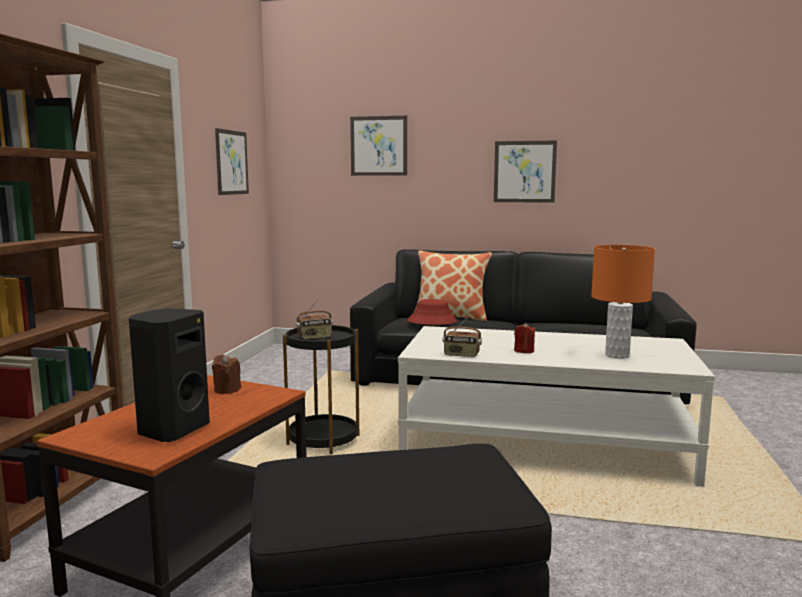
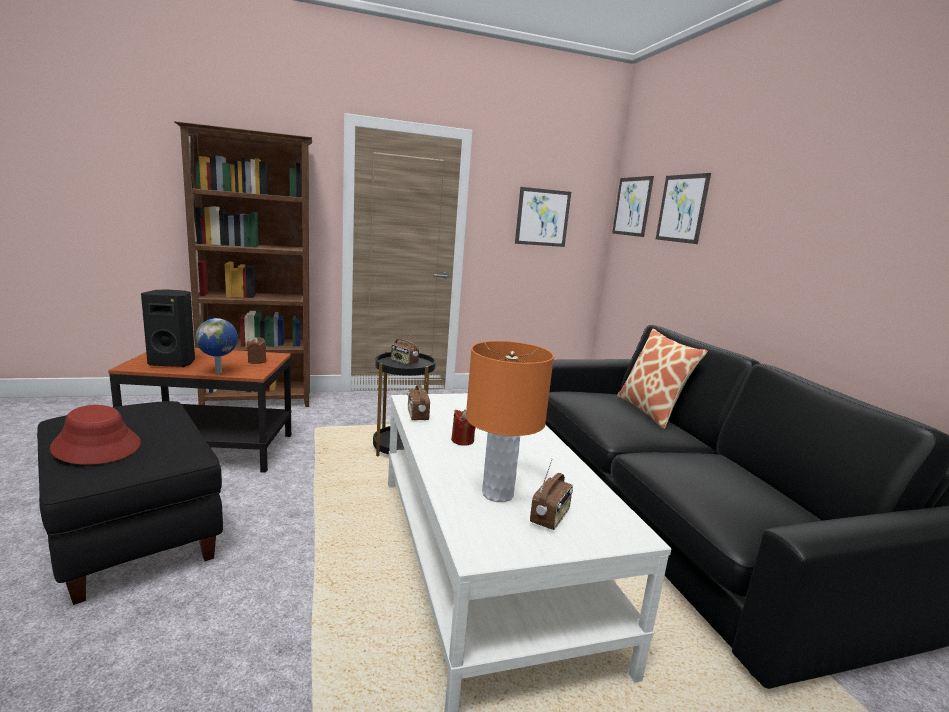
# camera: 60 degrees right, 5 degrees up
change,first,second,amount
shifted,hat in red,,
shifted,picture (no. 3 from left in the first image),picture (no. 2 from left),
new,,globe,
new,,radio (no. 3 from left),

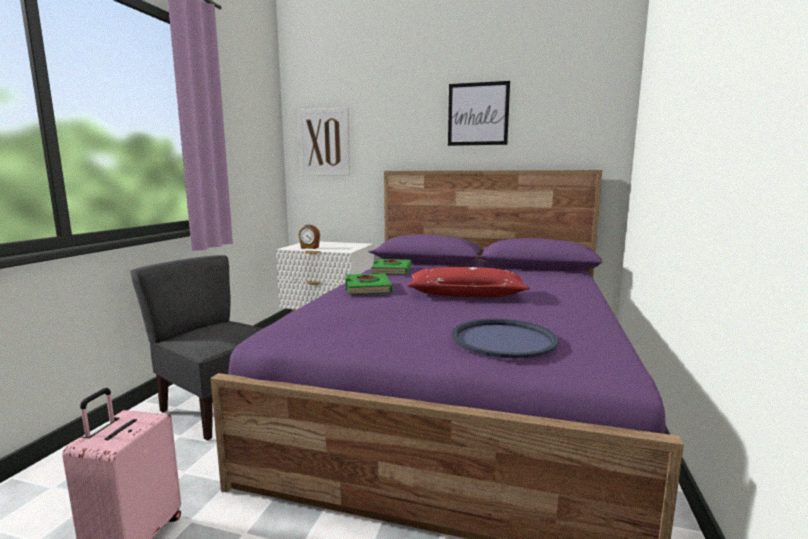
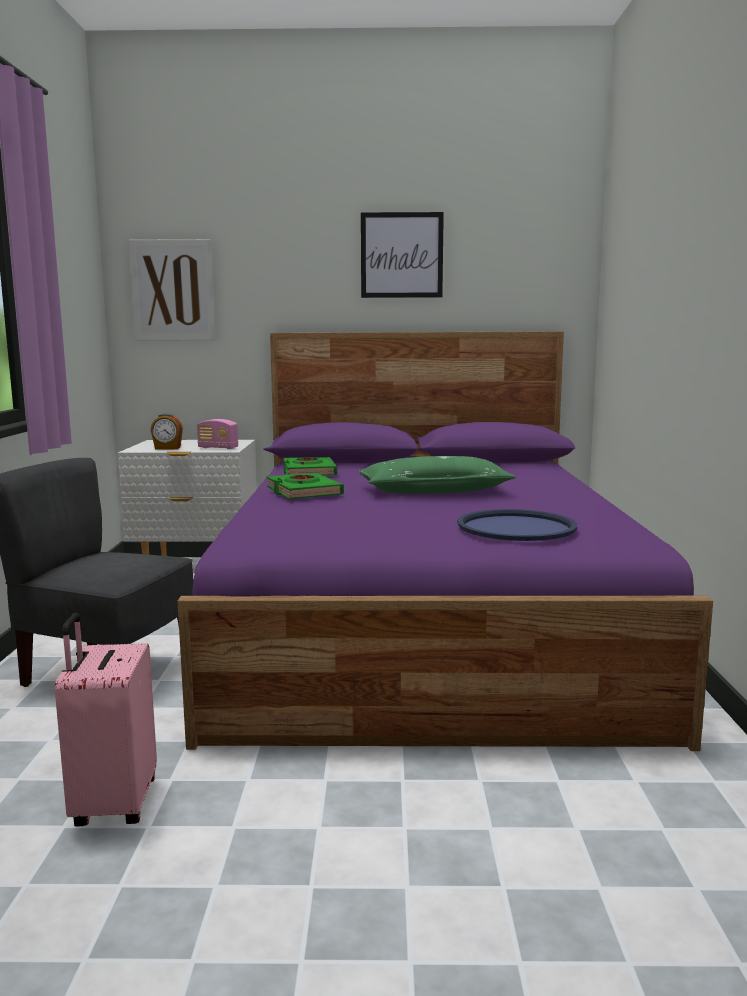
# camera: 15 degrees left, 0 degrees up
change,first,second,amount
repainted,pillow in red,pillow in green,
new,,radio,

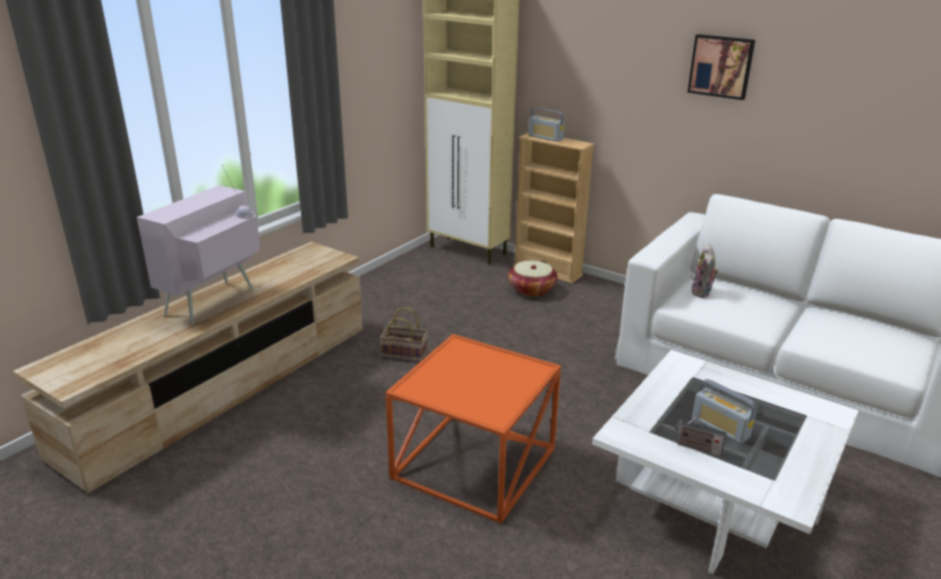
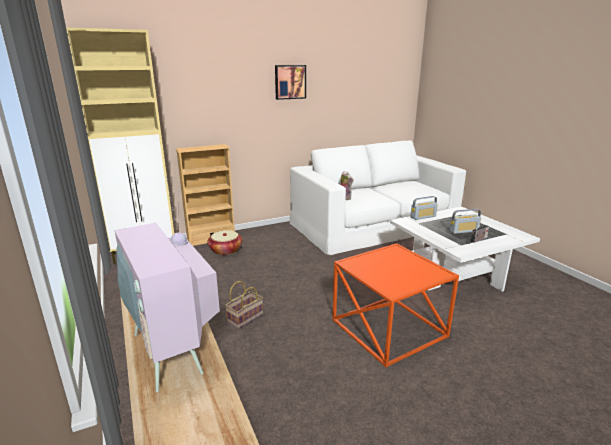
# camera: 60 degrees left, 5 degrees down
change,first,second,amount
shifted,radio (no. 1 from left),,

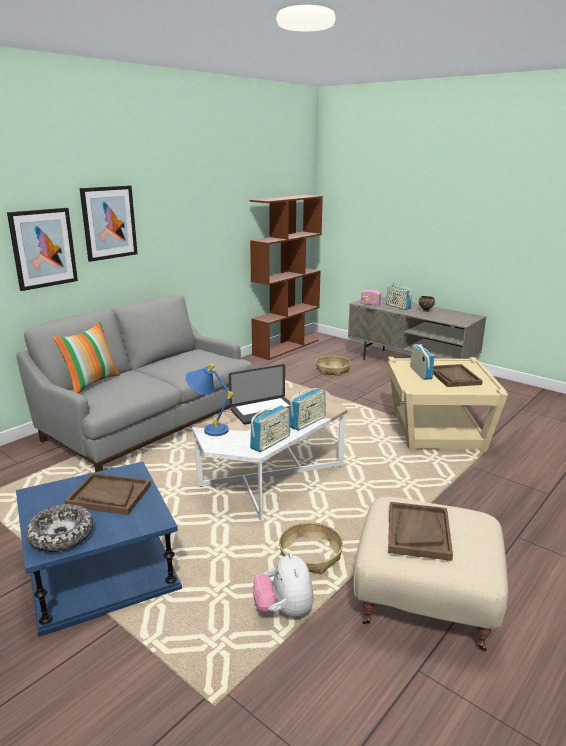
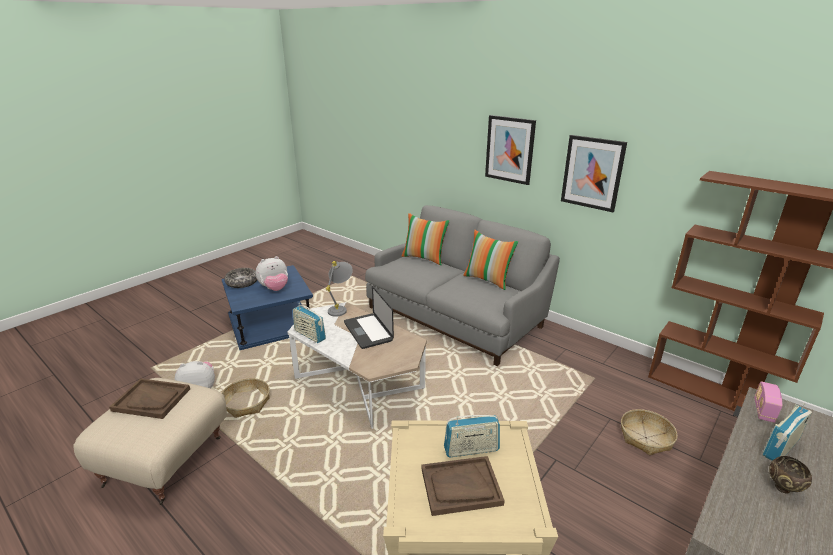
# camera: 90 degrees right, 5 degrees up
change,first,second,amount
shifted,picture (no. 1 from left in the first image),picture (no. 2 from left),
swapped,tray in brown (no. 1 from left),plush toy (no. 2 from left),
repainted,table lamp in blue,table lamp in grey,
gone,radio (no. 2 from left),,
new,,pillow (no. 2 from left),

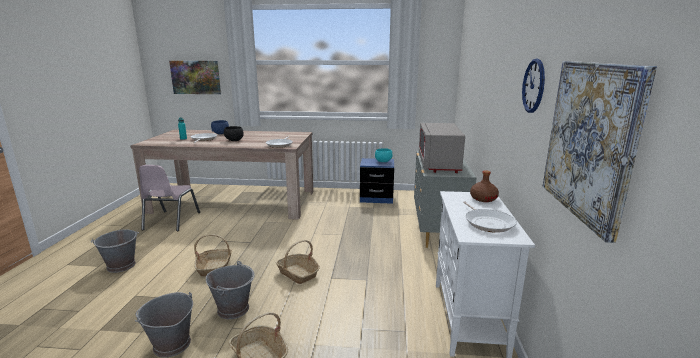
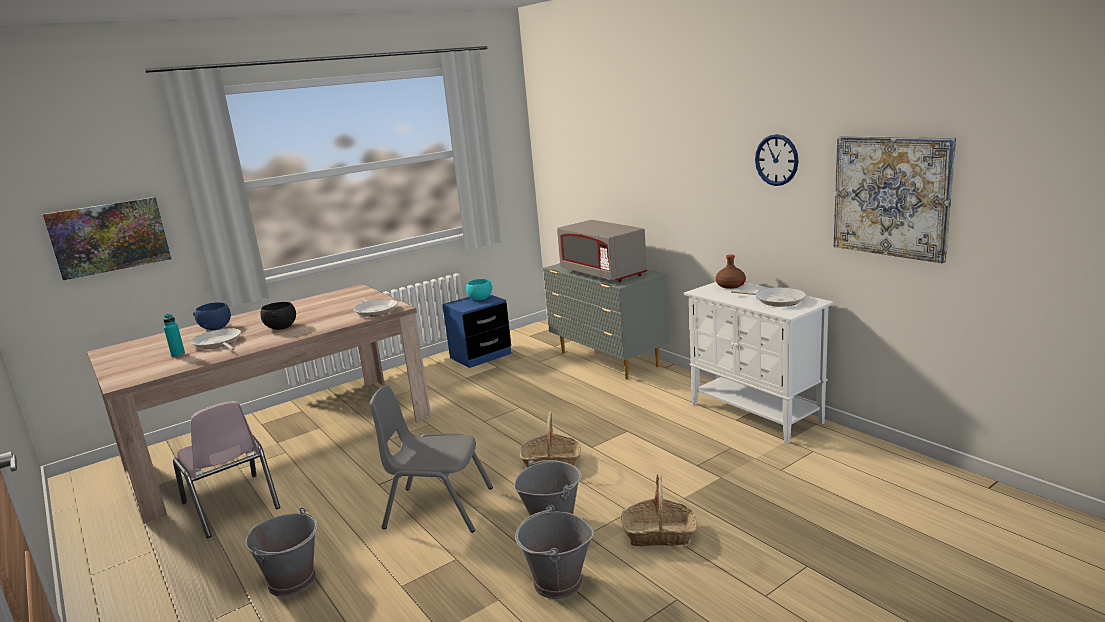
# camera: 40 degrees left, 0 degrees up
change,first,second,amount
swapped,basket (no. 1 from left),chair in grey,

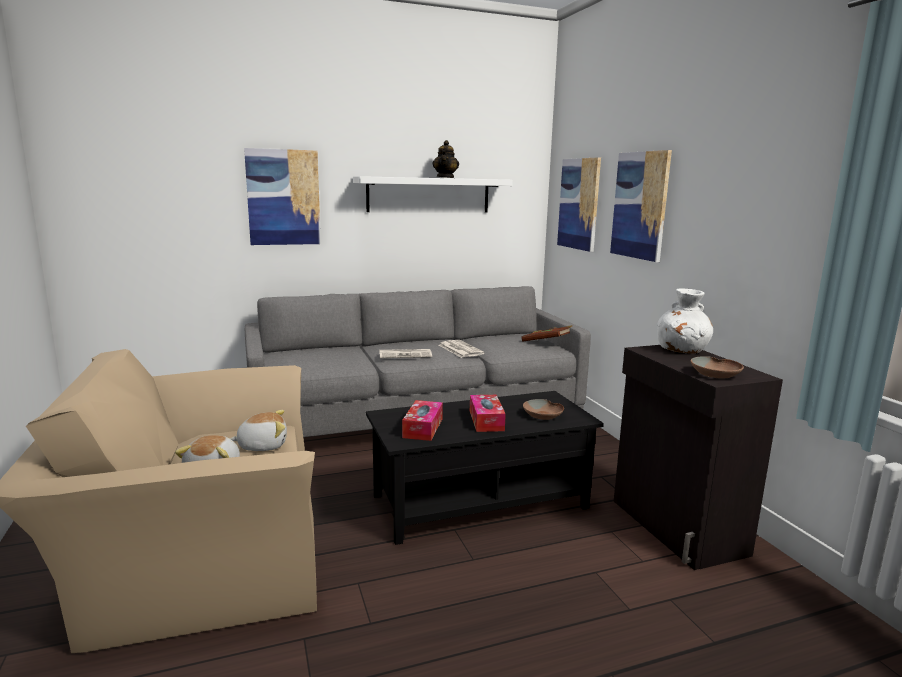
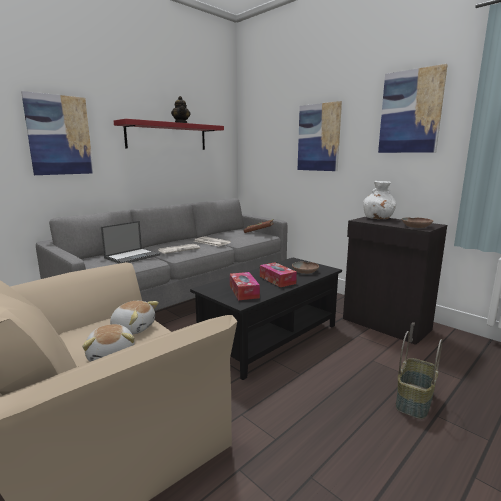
# camera: 25 degrees left, 0 degrees up
change,first,second,amount
rotated,plush toy (no. 2 from left),,60 degrees clockwise
repainted,shelf in white,shelf in red,
shifted,picture (no. 2 from left in the first image),picture (no. 3 from left),
new,,laptop,
new,,basket,

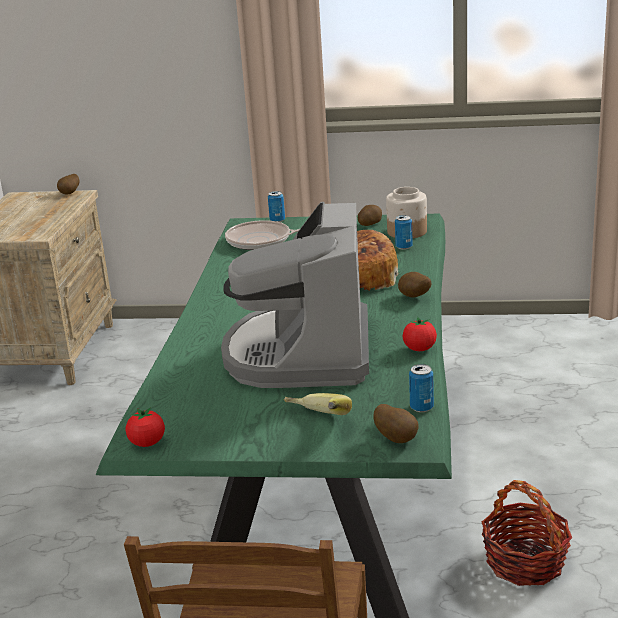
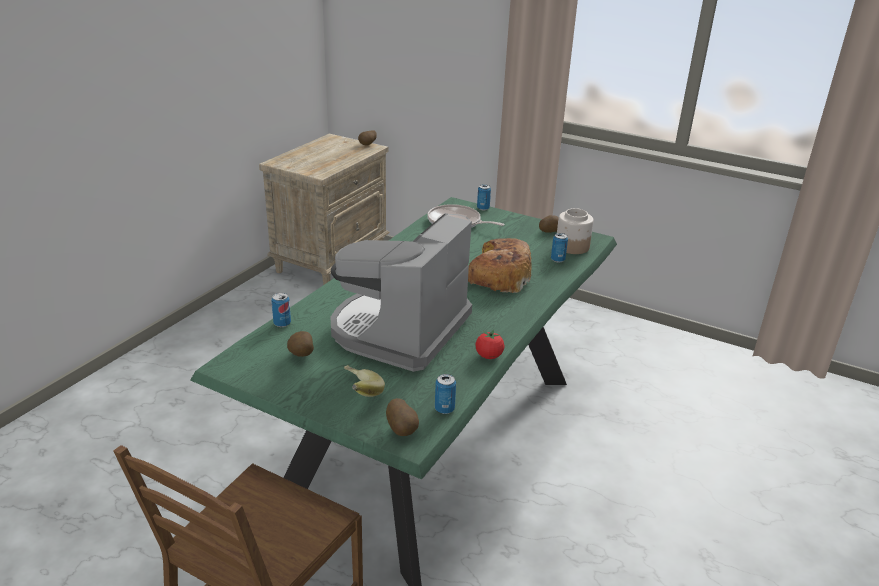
# camera: 20 degrees right, 5 degrees up
change,first,second,amount
gone,tomato (no. 1 from left),,
shifted,potato (no. 4 from left in the first image),potato (no. 1 from left),
gone,basket,,
new,,can (no. 1 from left),

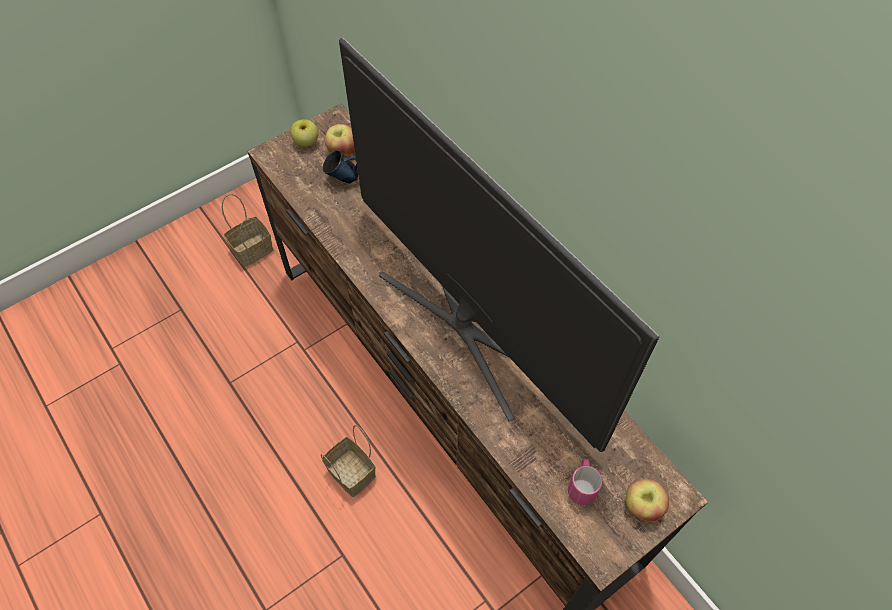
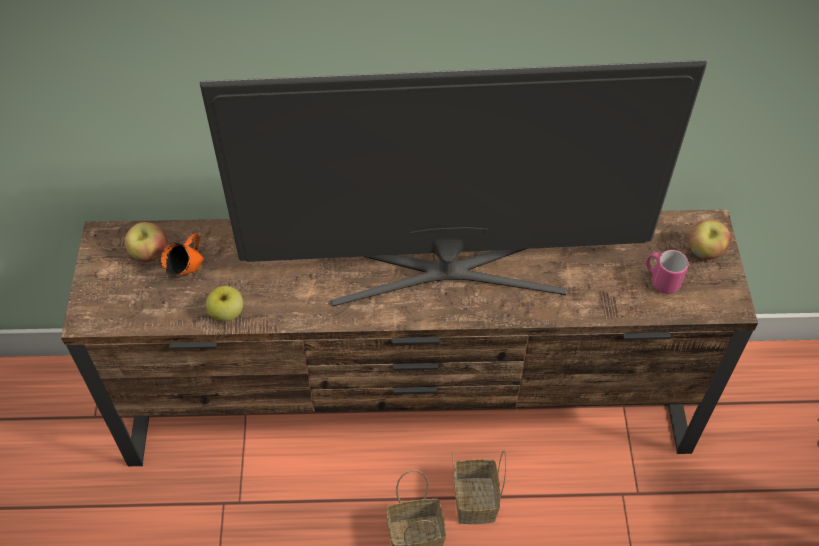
# camera: 55 degrees left, 5 degrees down
change,first,second,amount
shifted,basket (no. 1 from left in the first image),basket (no. 2 from left),
shifted,apple (no. 1 from left in the first image),apple (no. 2 from left),
repainted,mug in blue,mug in orange,

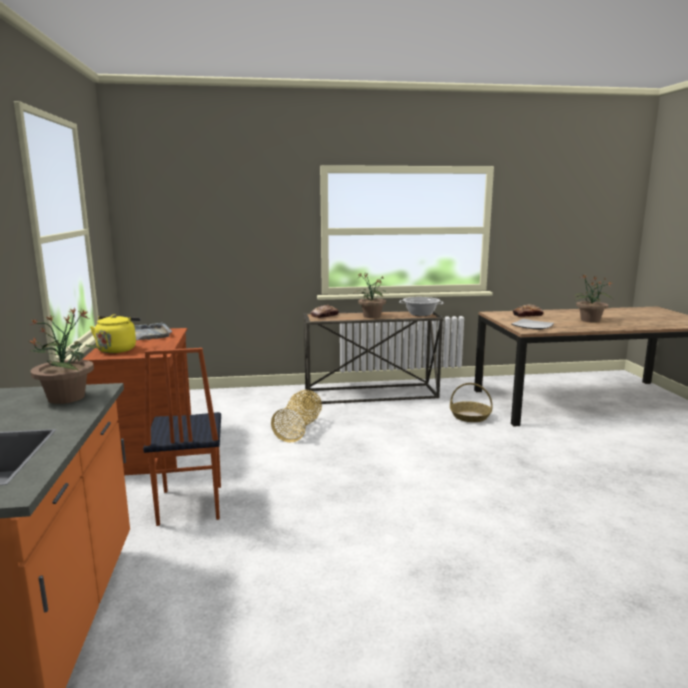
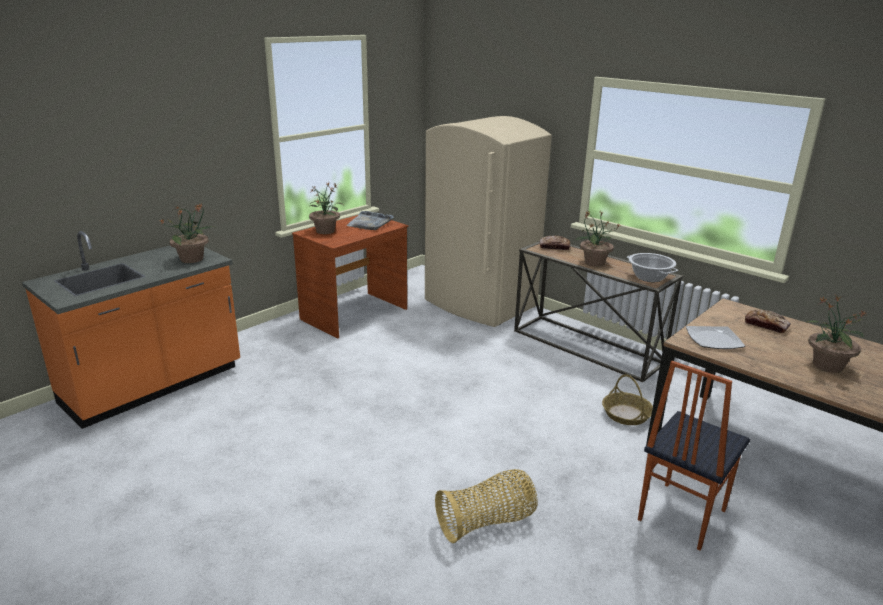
# camera: 50 degrees right, 10 degrees up
change,first,second,amount
swapped,kettle in yellow,potted plant (no. 2 from left),
shifted,chair,,
shifted,basket (no. 1 from left),,
new,,fridge in beige,

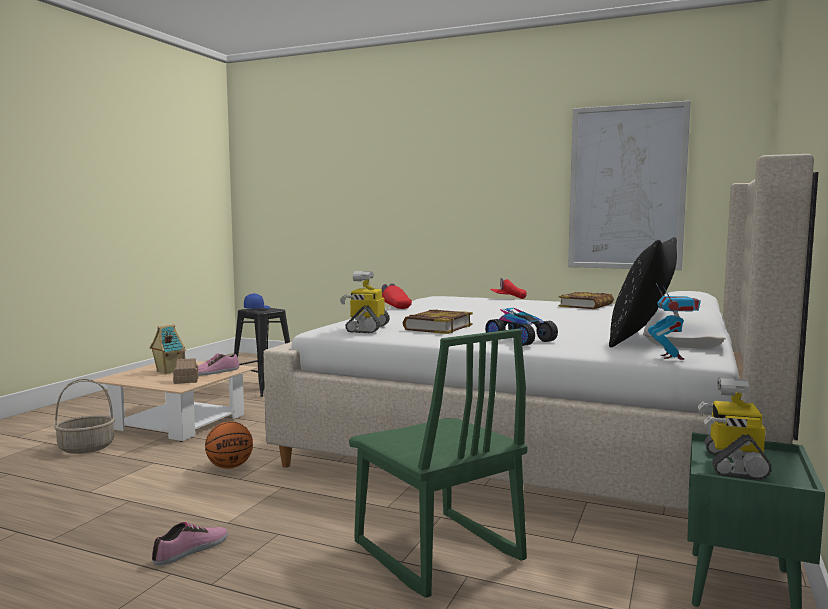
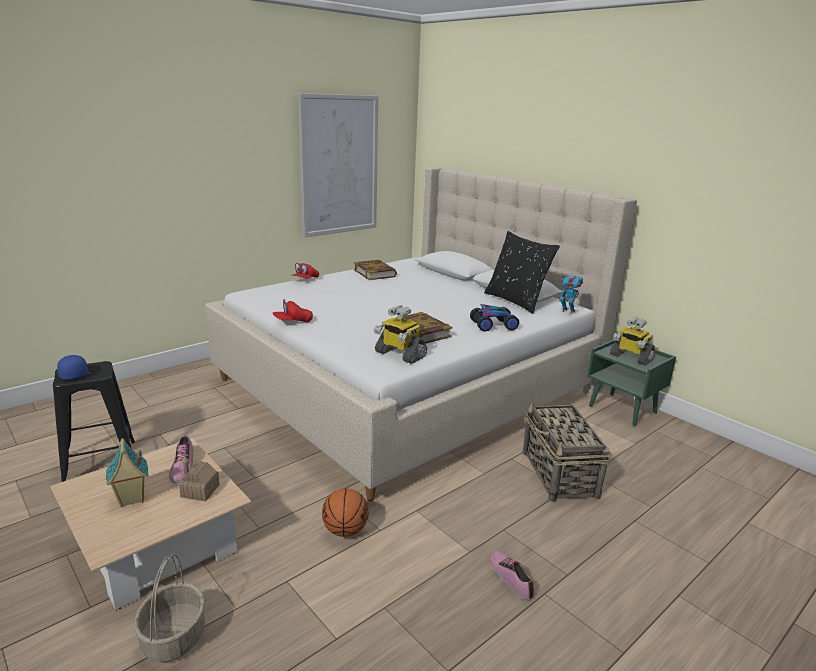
# camera: 65 degrees left, 15 degrees up
change,first,second,amount
swapped,chair in green,basket (no. 2 from left),

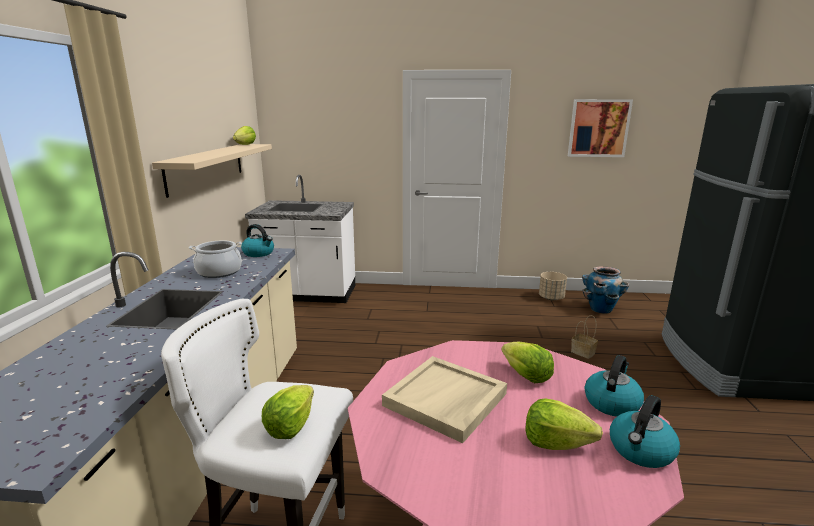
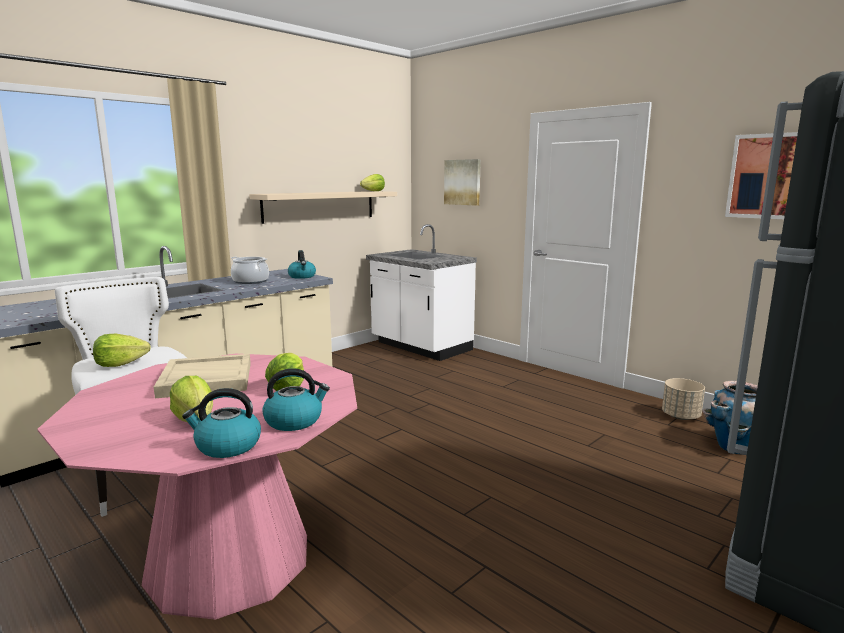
# camera: 40 degrees right, 5 degrees down
change,first,second,amount
gone,basket,,
new,,picture (no. 1 from left),

